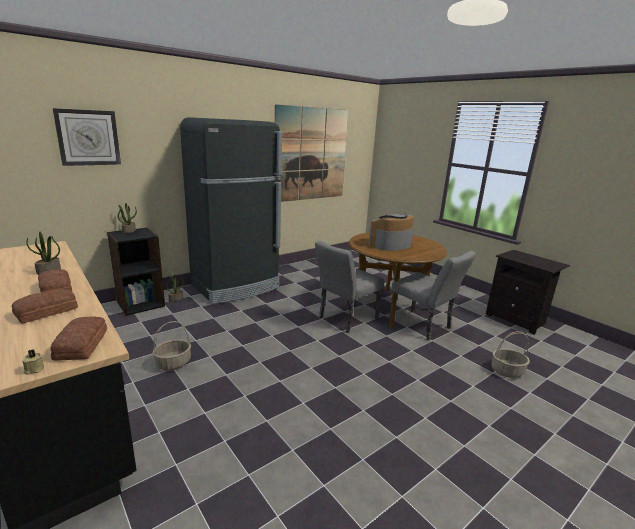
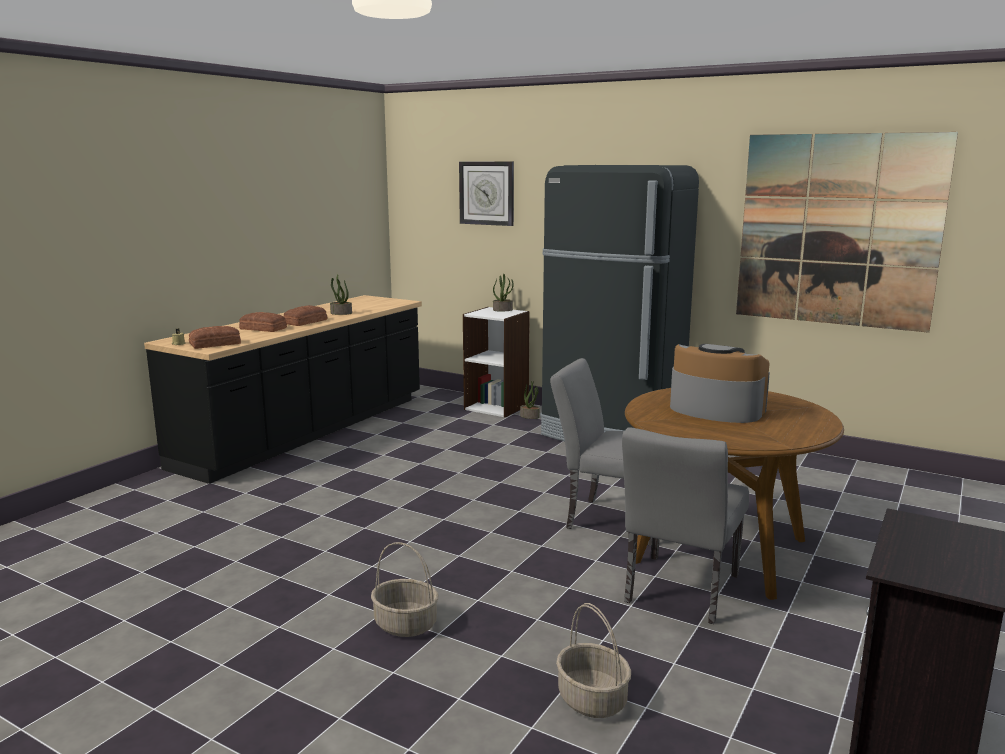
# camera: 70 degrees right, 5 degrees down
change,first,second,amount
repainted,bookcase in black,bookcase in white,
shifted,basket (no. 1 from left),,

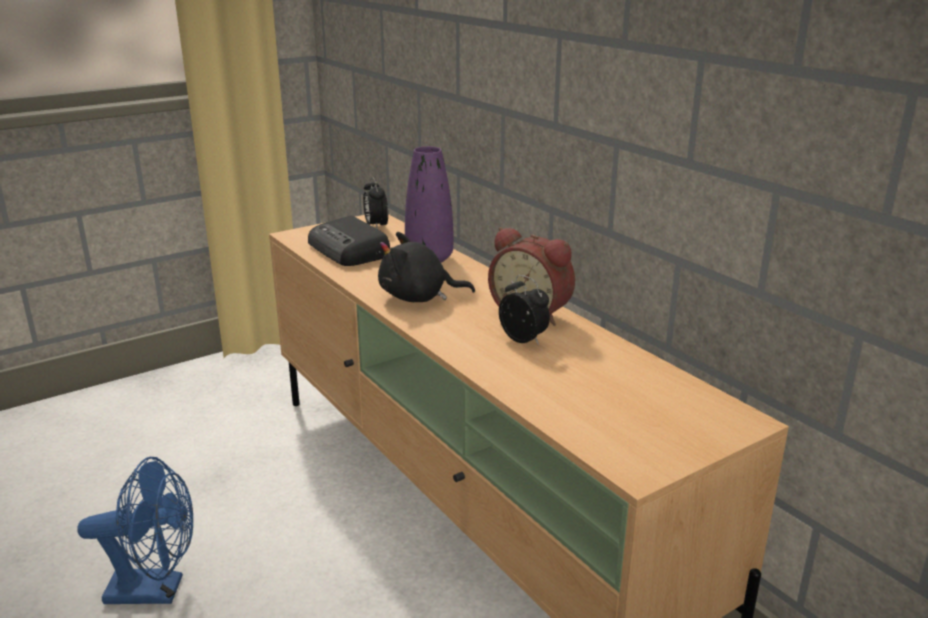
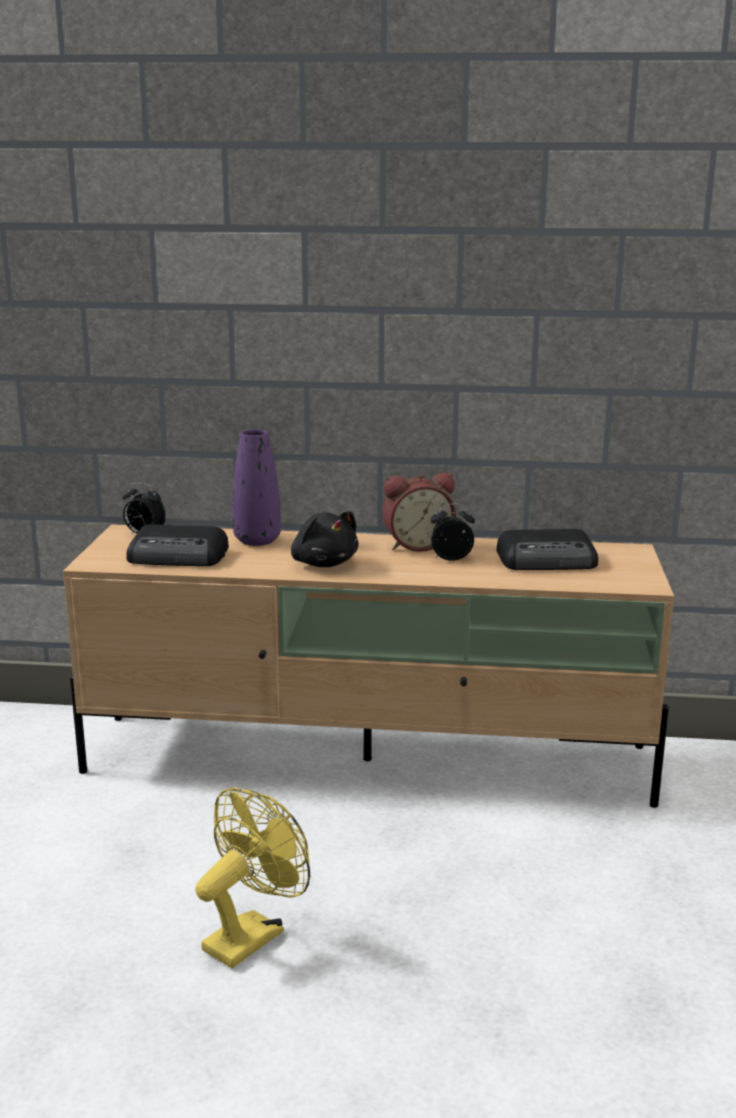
# camera: 50 degrees left, 5 degrees down
change,first,second,amount
repainted,fan in blue,fan in yellow,
rotated,plush toy in black,,75 degrees counterclockwise
new,,radio (no. 2 from left),

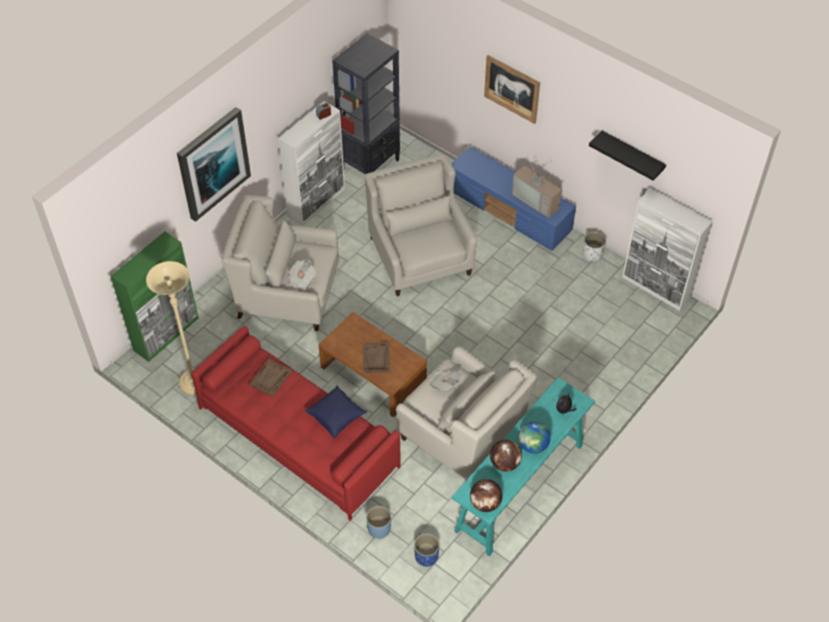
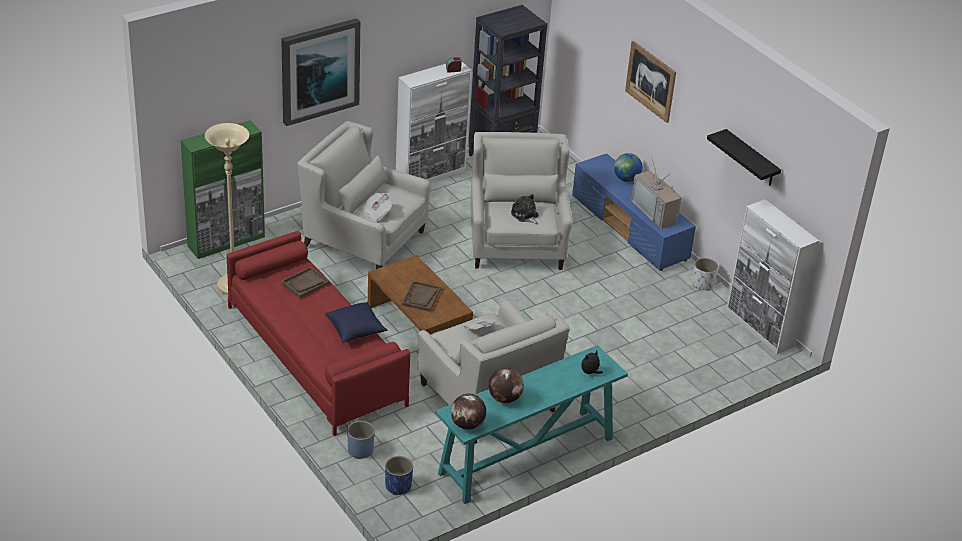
# camera: 15 degrees right, 15 degrees down
change,first,second,amount
shifted,globe (no. 3 from left),,
new,,plush toy (no. 1 from left),

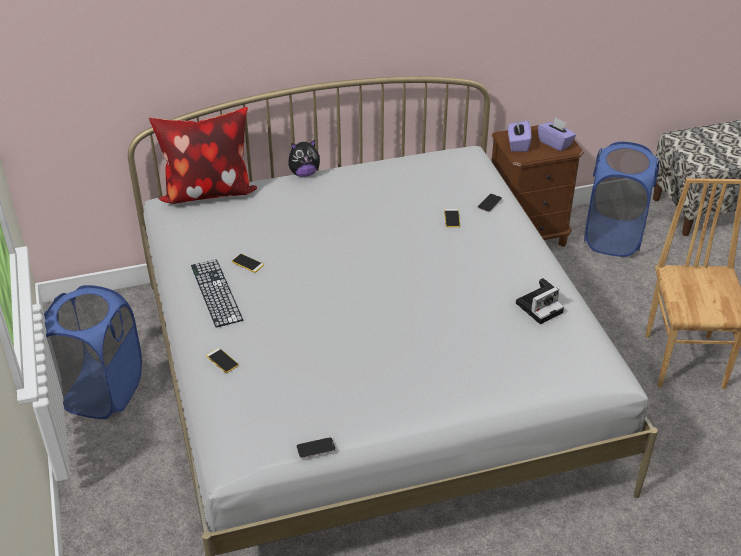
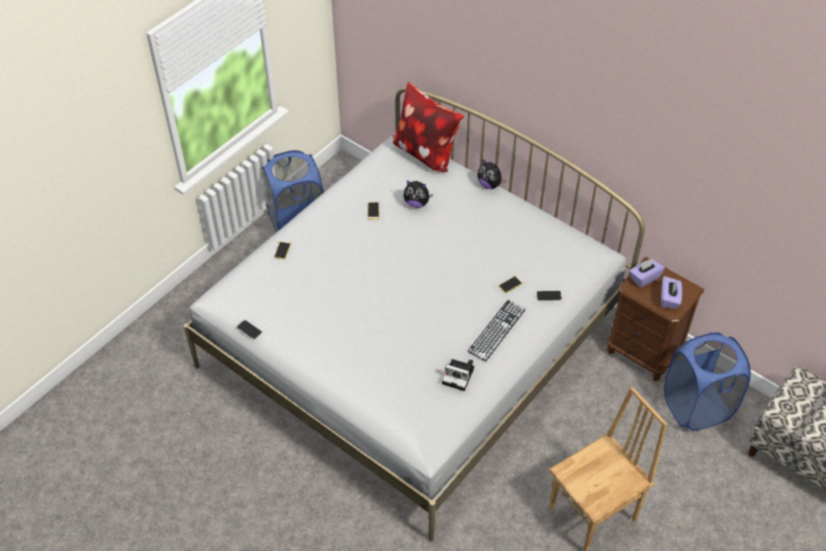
# camera: 55 degrees right, 10 degrees up
change,first,second,amount
shifted,keyboard,,
new,,plush toy (no. 1 from left),

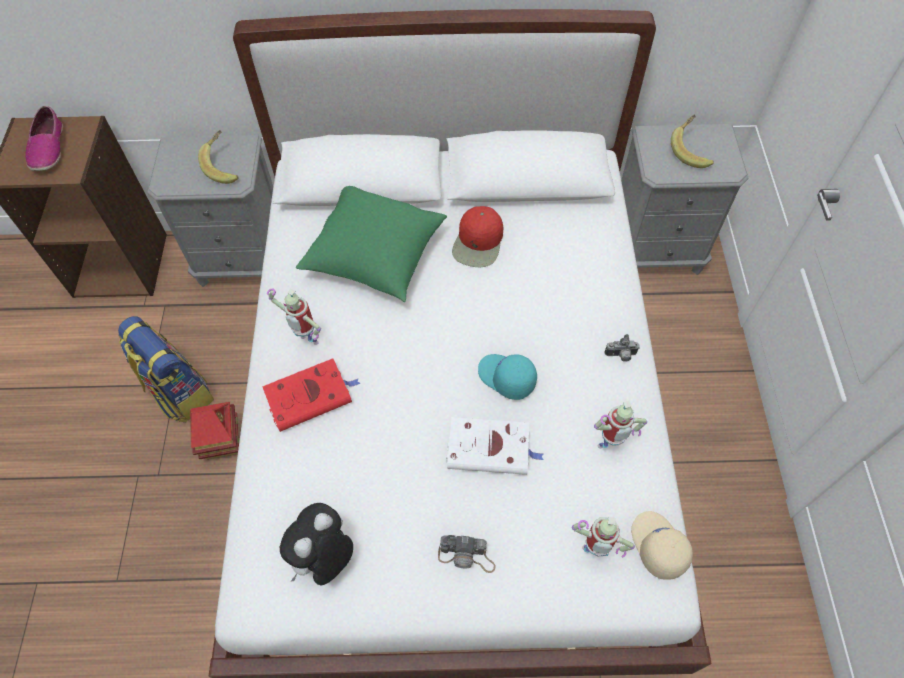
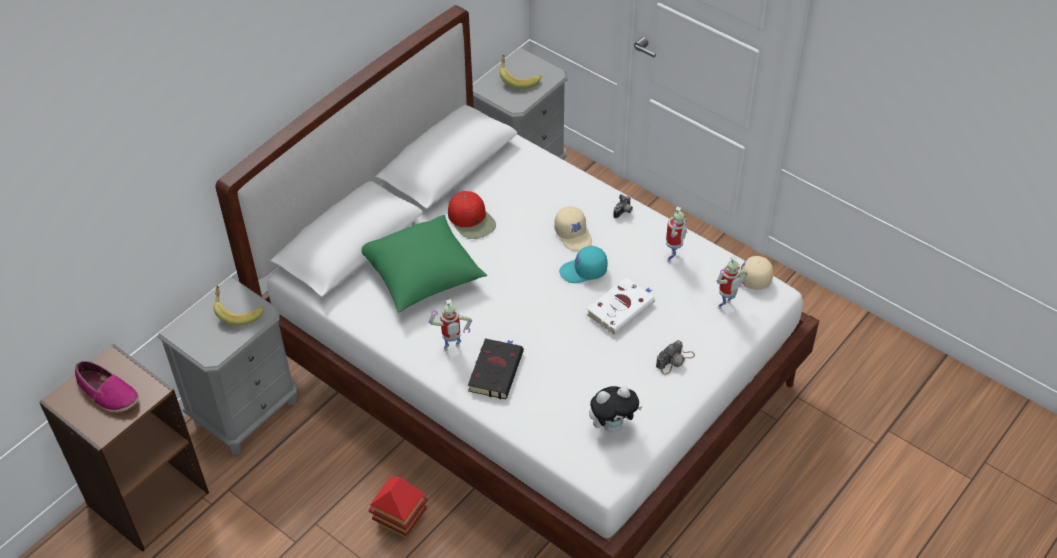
# camera: 50 degrees left, 10 degrees down
change,first,second,amount
gone,backpack,,
repainted,book in red,book in black,
rotated,plush toy,,90 degrees counterclockwise
new,,cap in beige (no. 1 from left),

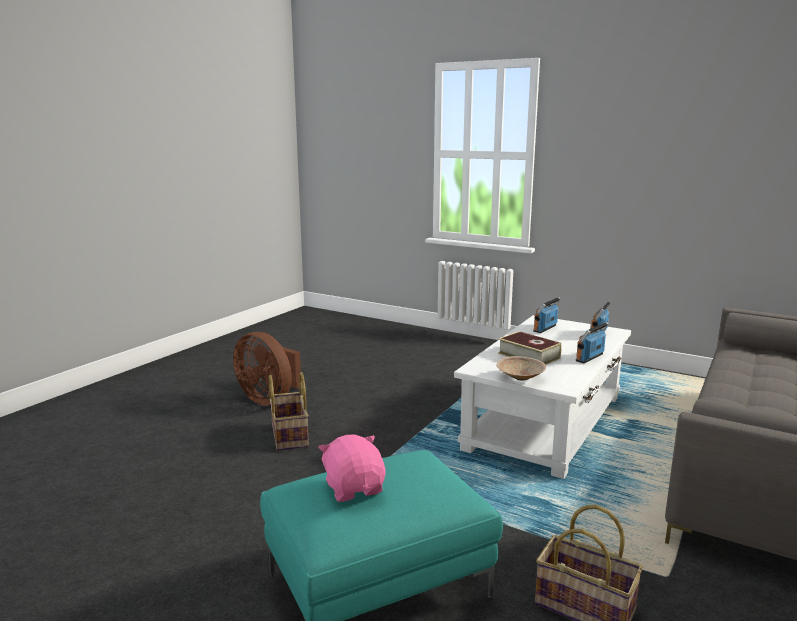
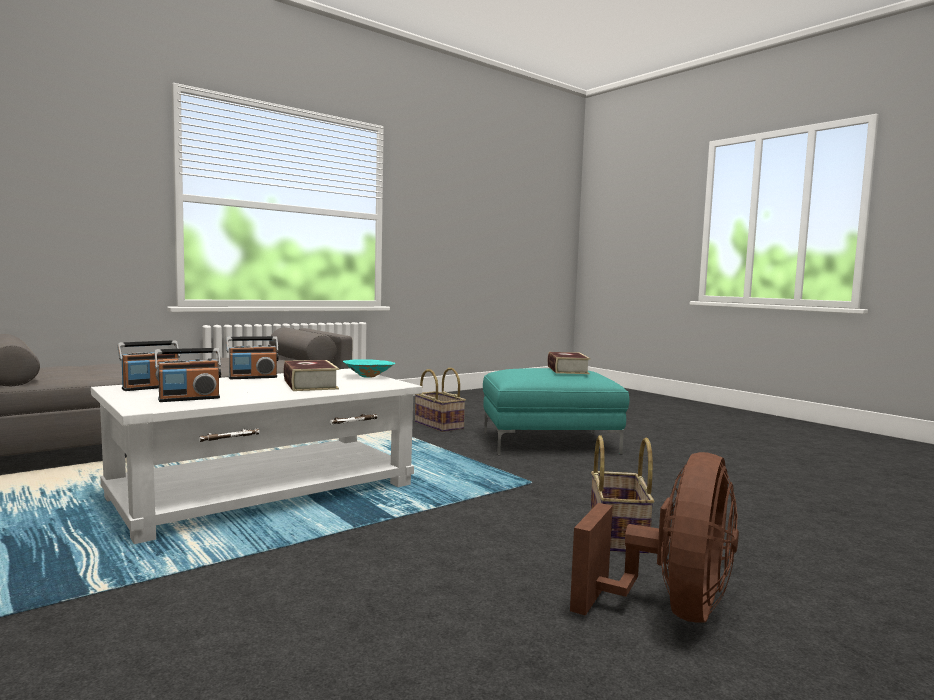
# camera: 160 degrees left, 10 degrees down
change,first,second,amount
rotated,fan in brown,,60 degrees clockwise
swapped,plush toy in pink,book (no. 2 from left),
repainted,bowl in beige,bowl in turquoise,

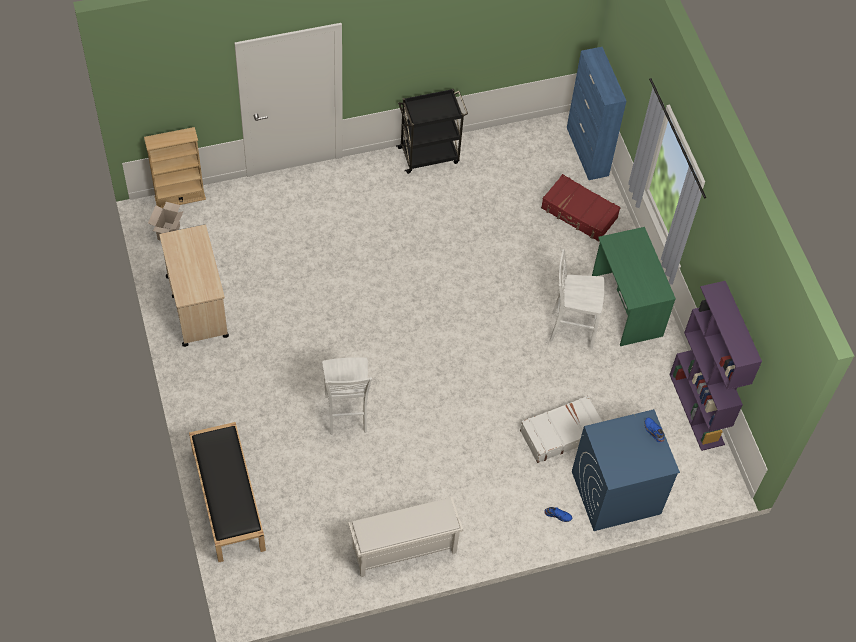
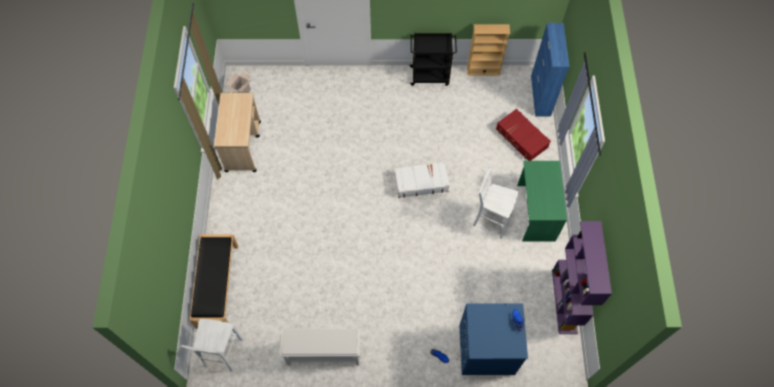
# camera: 20 degrees right, 5 degrees up
change,first,second,amount
shifted,bookcase in beige,,
shifted,stool in white (no. 1 from left),,
shifted,suitcase in white,,

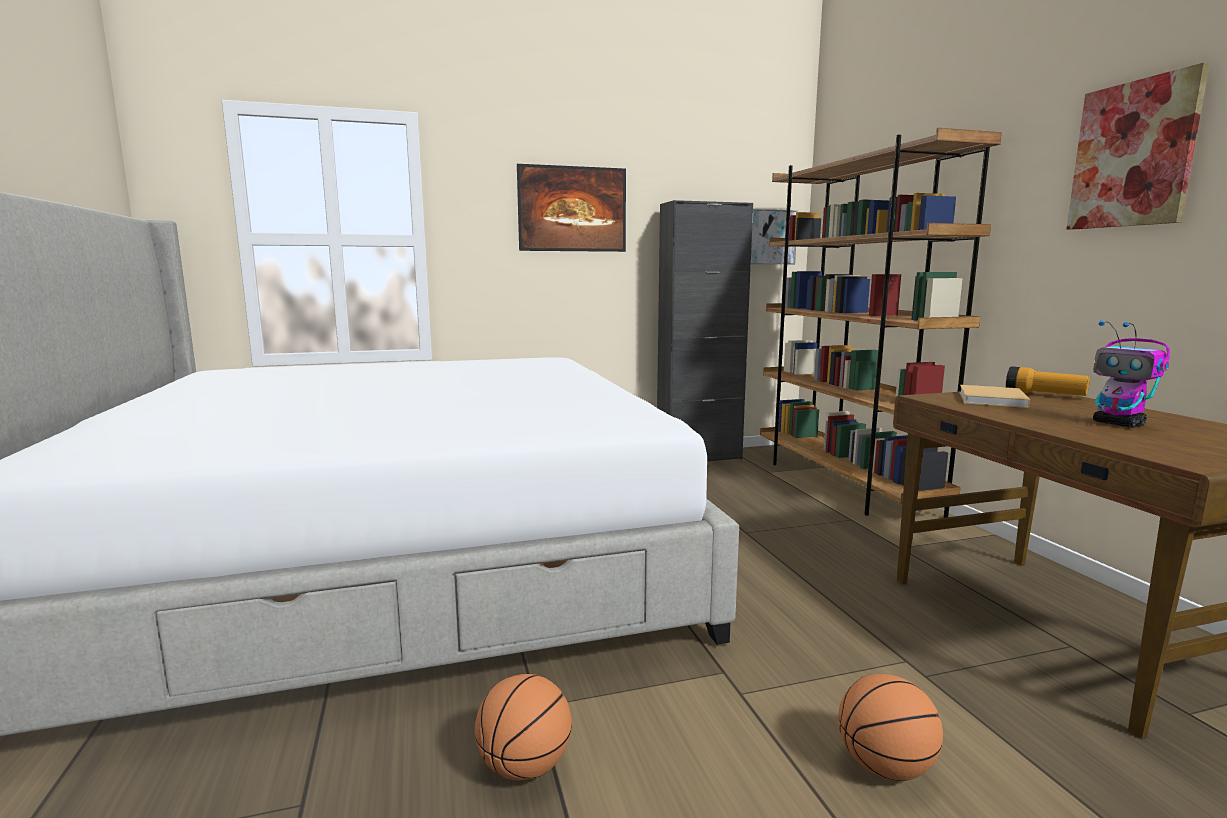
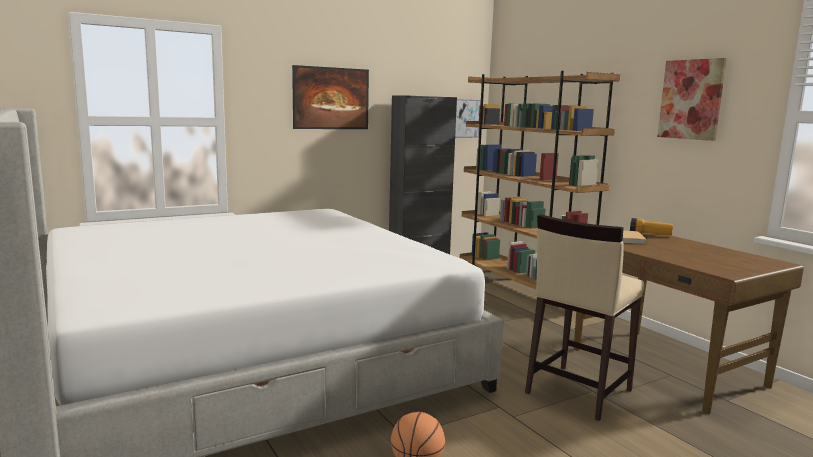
# camera: 15 degrees left, 0 degrees up
change,first,second,amount
gone,basketball (no. 2 from left),,
gone,toy robot,,
new,,stool in beige,

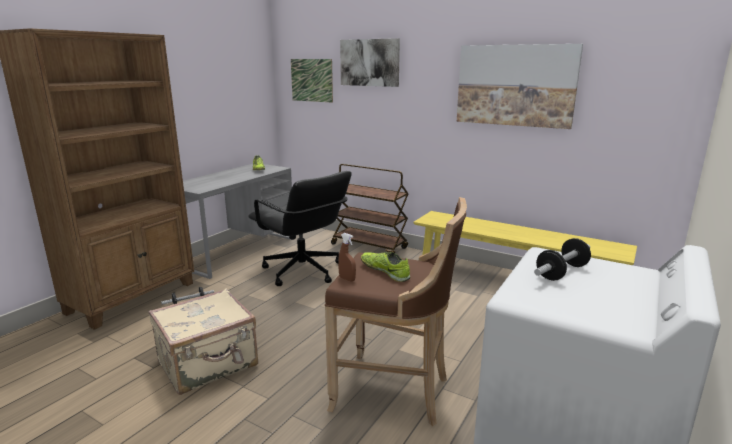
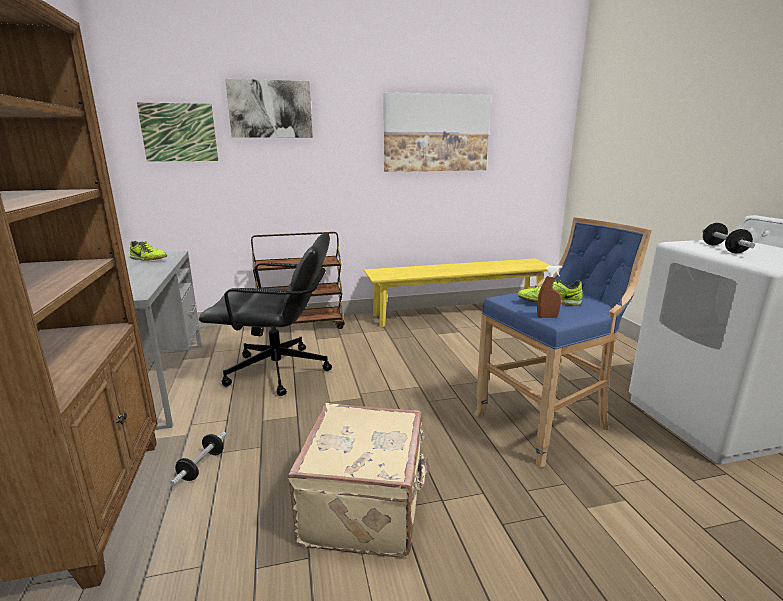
# camera: 45 degrees left, 0 degrees up
change,first,second,amount
repainted,stool in brown,stool in blue,

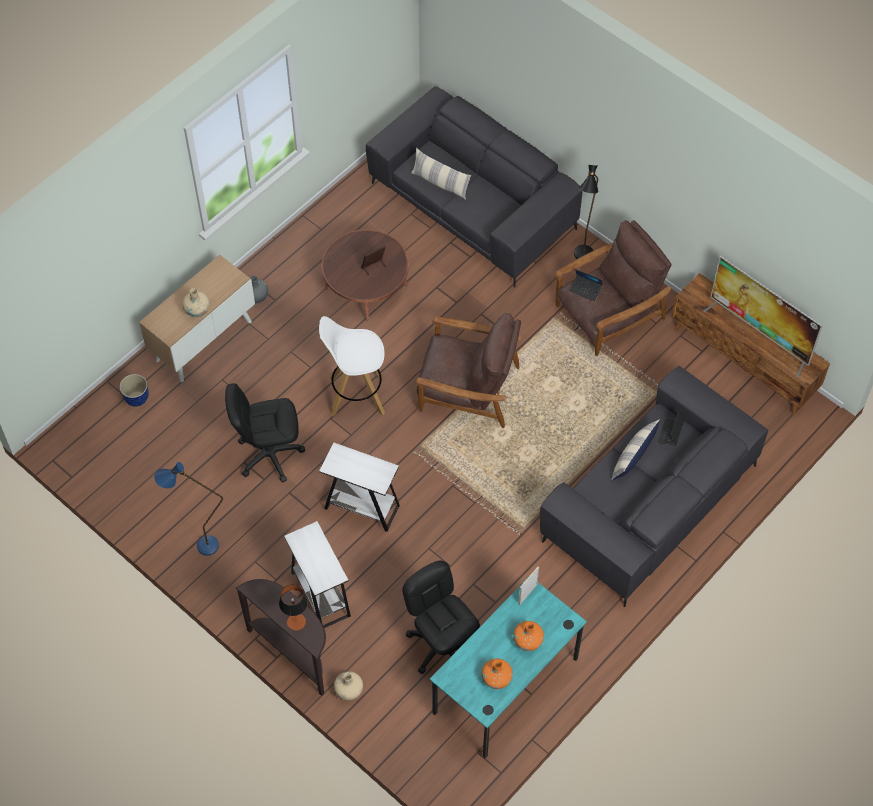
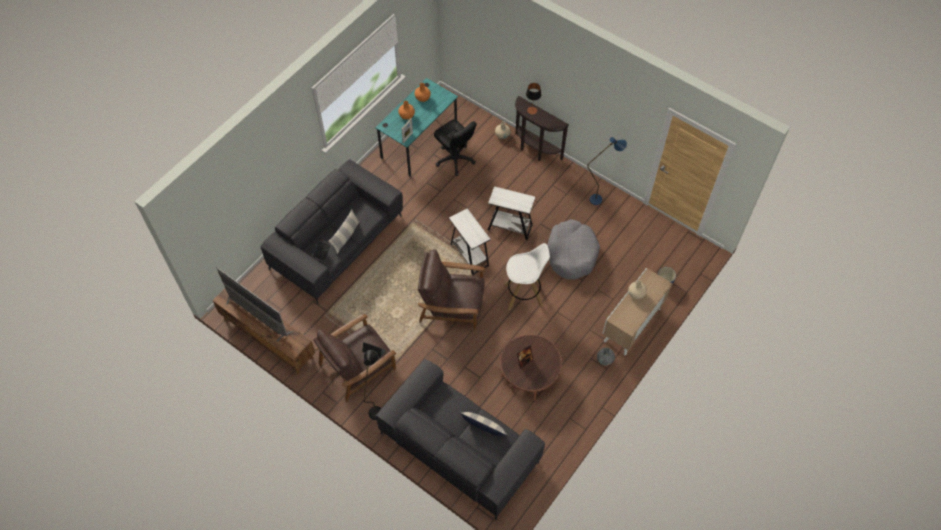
# camera: 175 degrees right, 0 degrees up
change,first,second,amount
swapped,office chair in black (no. 1 from left),dog bed in grey,
shifted,side table in white (no. 1 from left),,

